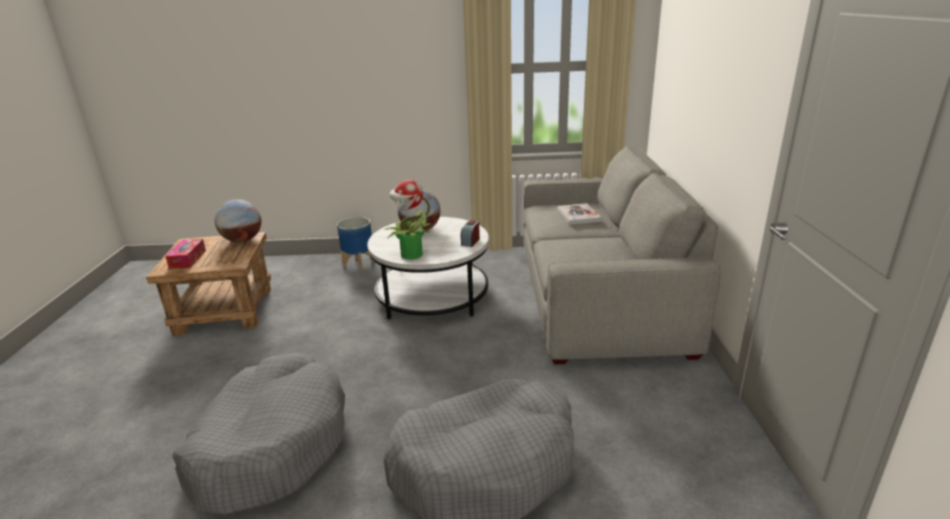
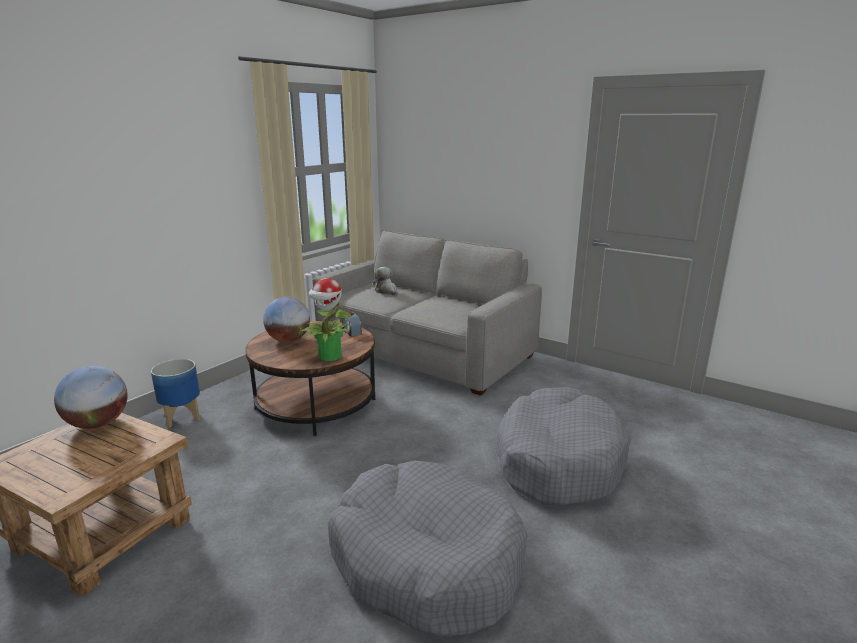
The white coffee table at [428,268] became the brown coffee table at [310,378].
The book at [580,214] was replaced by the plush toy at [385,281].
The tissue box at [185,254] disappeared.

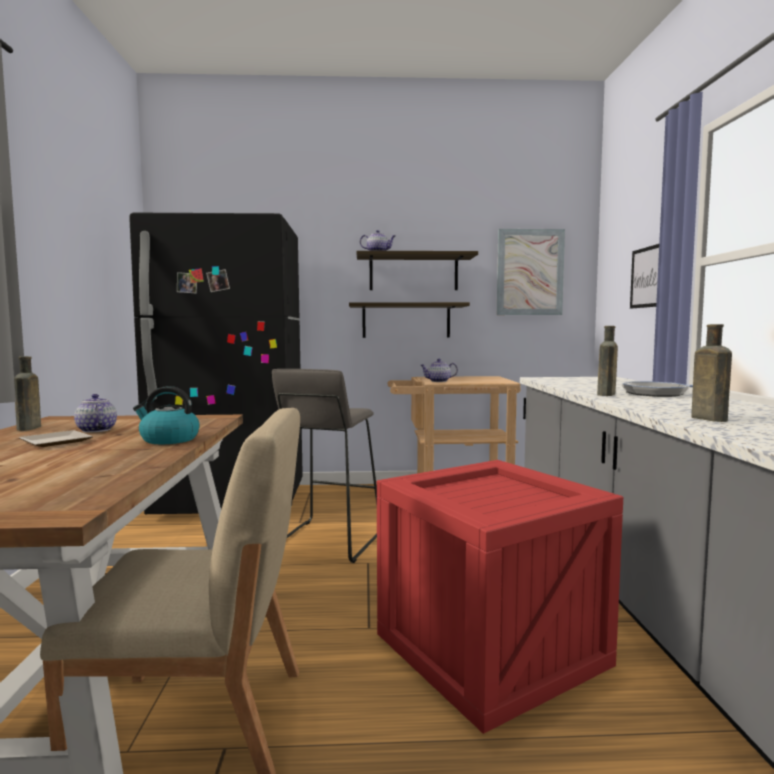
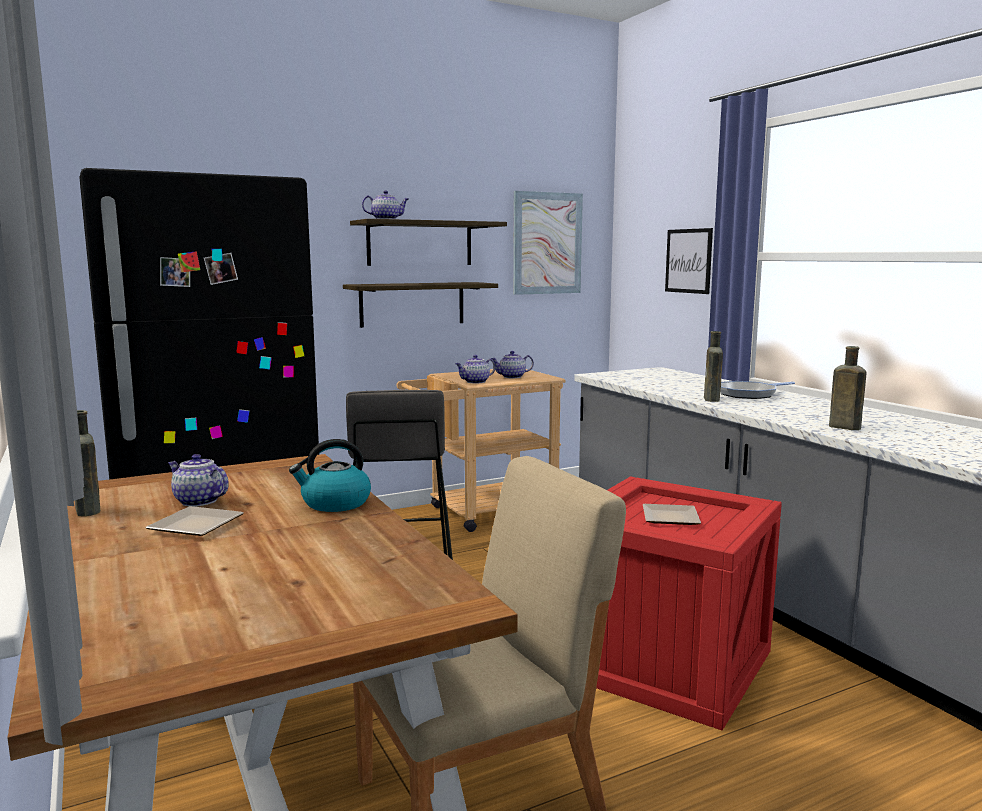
The teapot at [512,364] appeared.
The plate at [672,514] appeared.

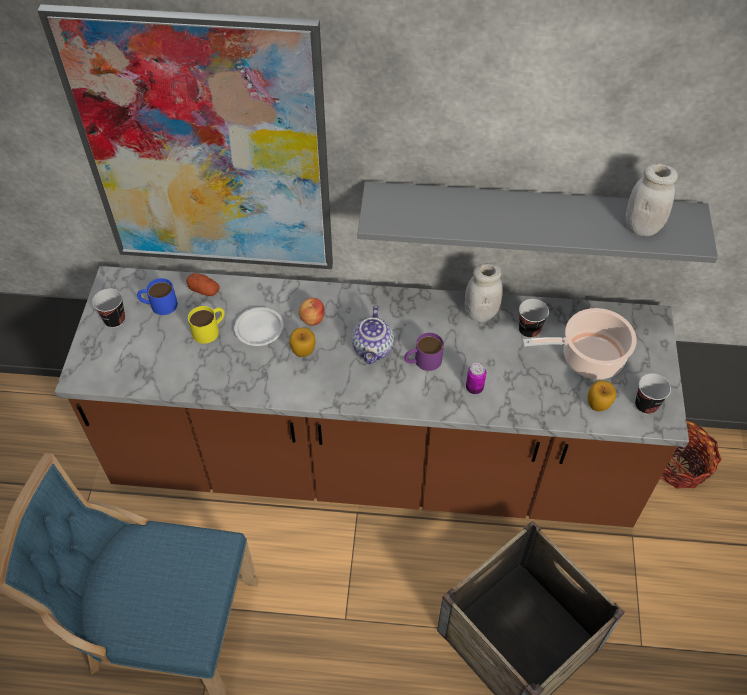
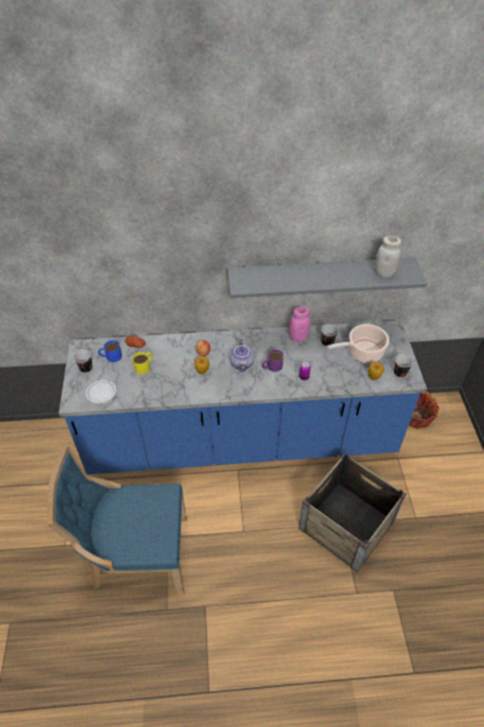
The brown counter at [372,396] became the blue counter at [243,397].
The white plate moved from [259,326] to [101,391].
The white jar at [484,292] became the pink jar at [299,324].
The picture at [185,136] disappeared.

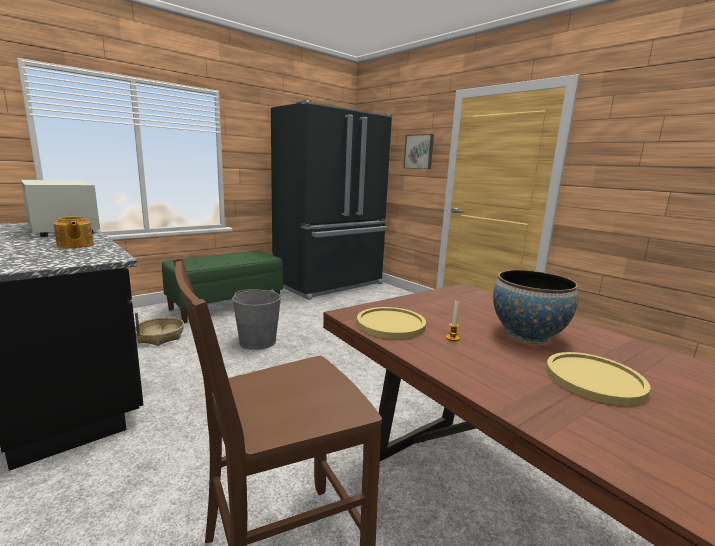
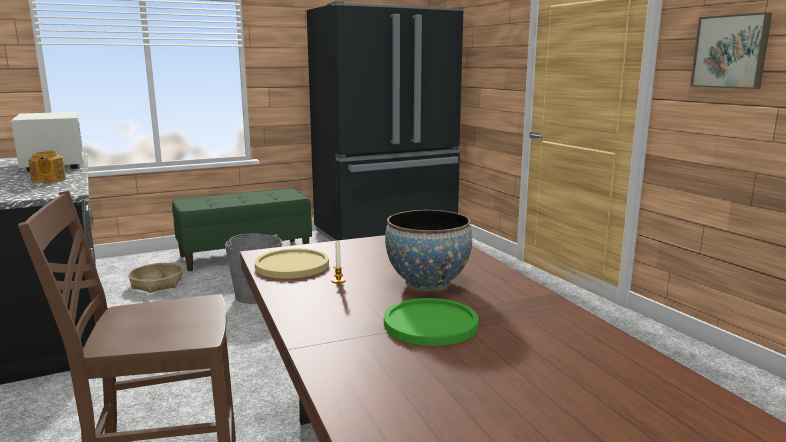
The yellow plate at [598,378] became the green plate at [431,322].
The picture moved from [418,151] to [731,50].

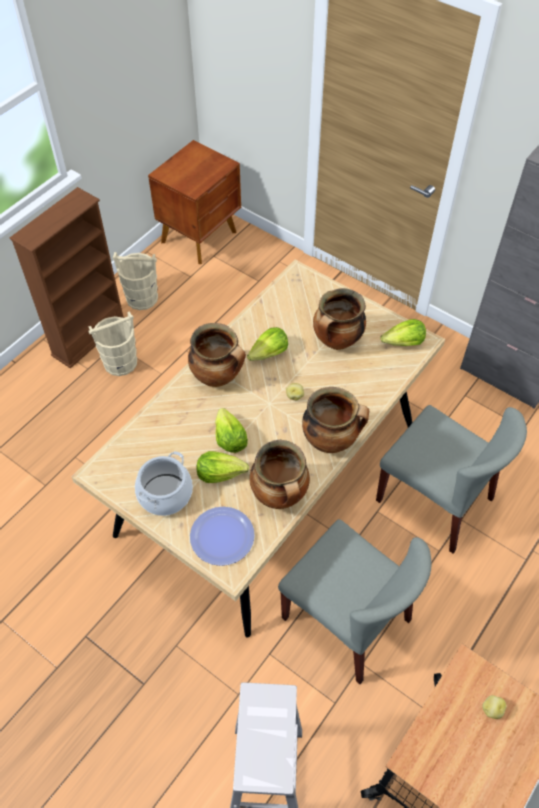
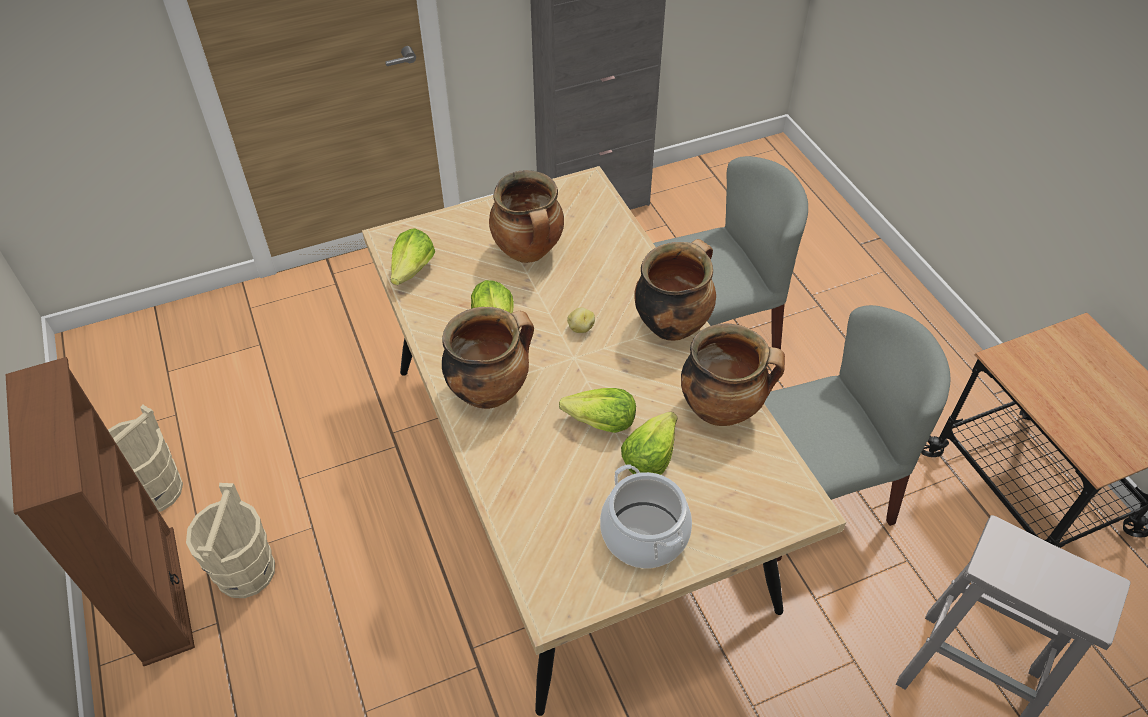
The lettuce moved from [403,332] to [413,256].
The brown nightstand at [194,202] disappeared.
The plate at [222,536] disappeared.
The potato at [494,707] disappeared.

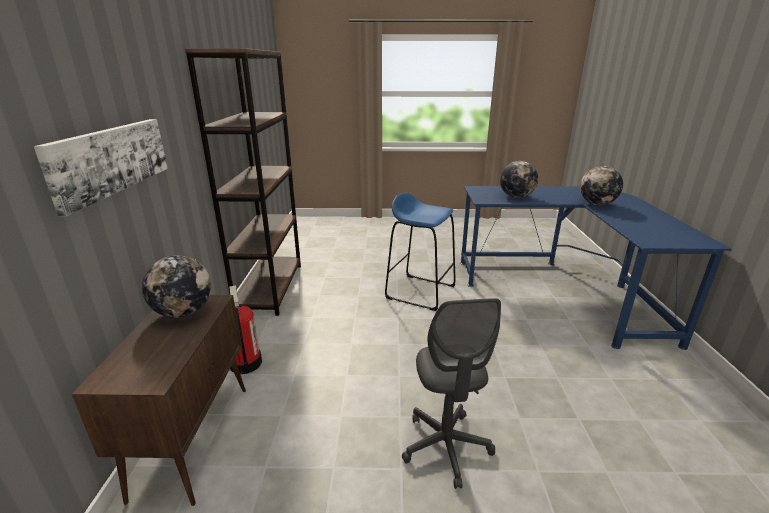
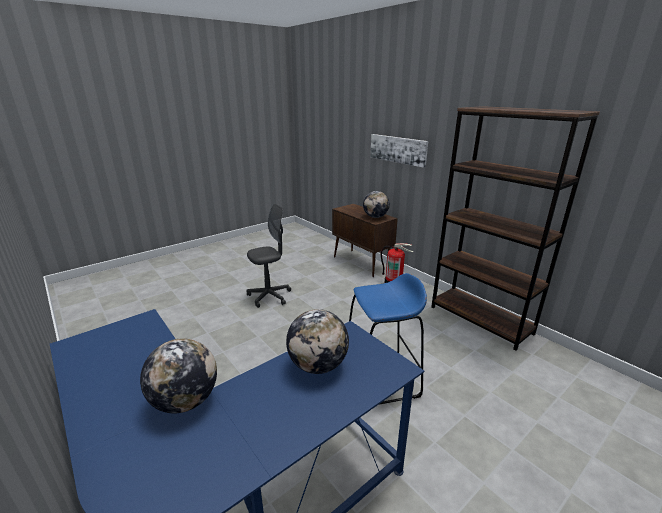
The grey office chair at [451,393] turned 105 degrees clockwise.

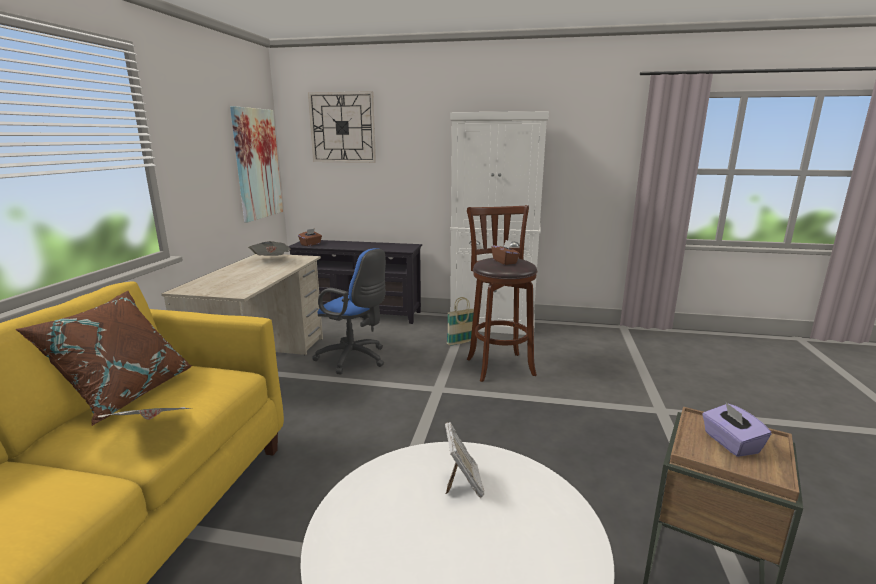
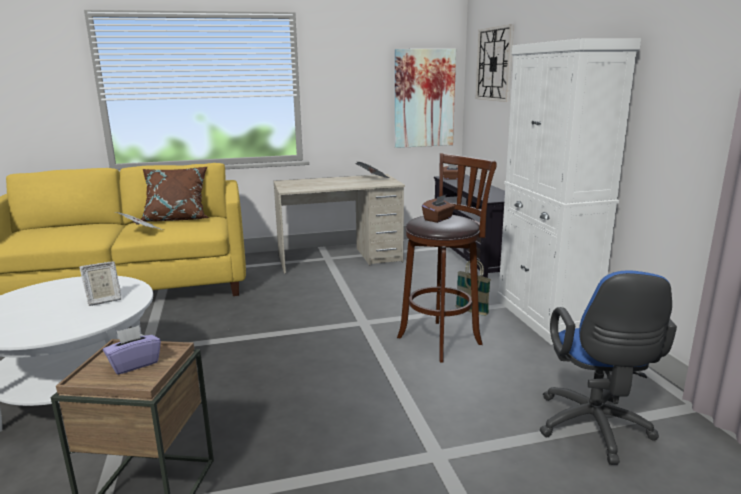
The blue office chair moved from [349,311] to [608,367].

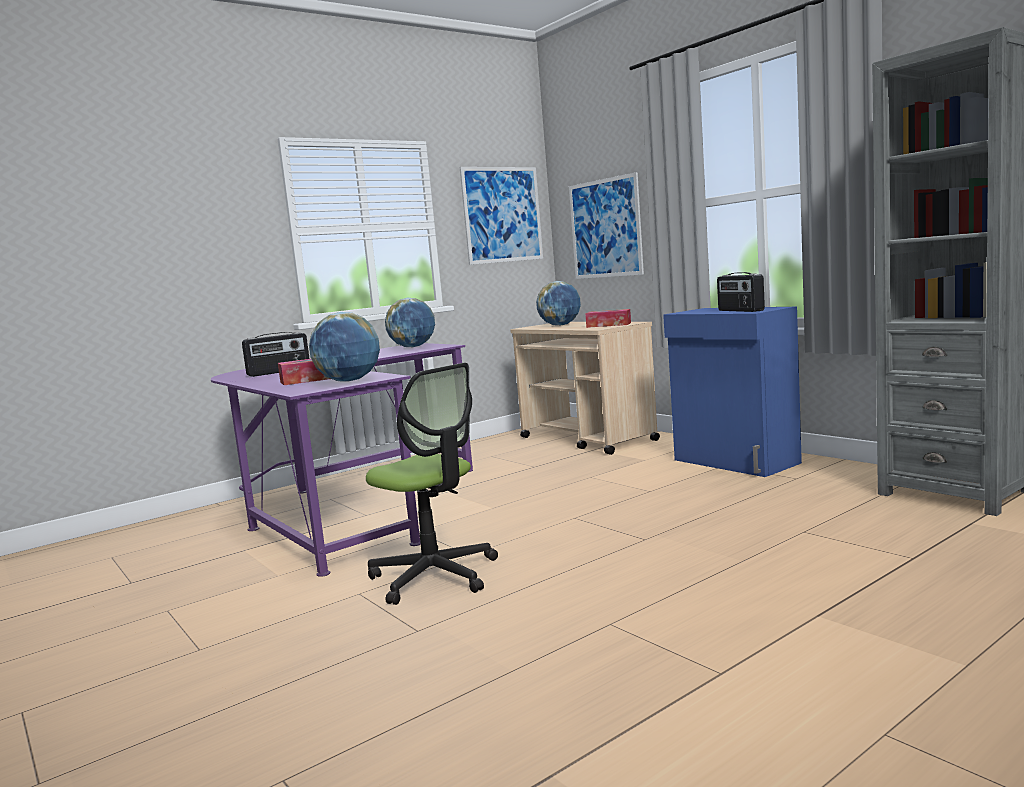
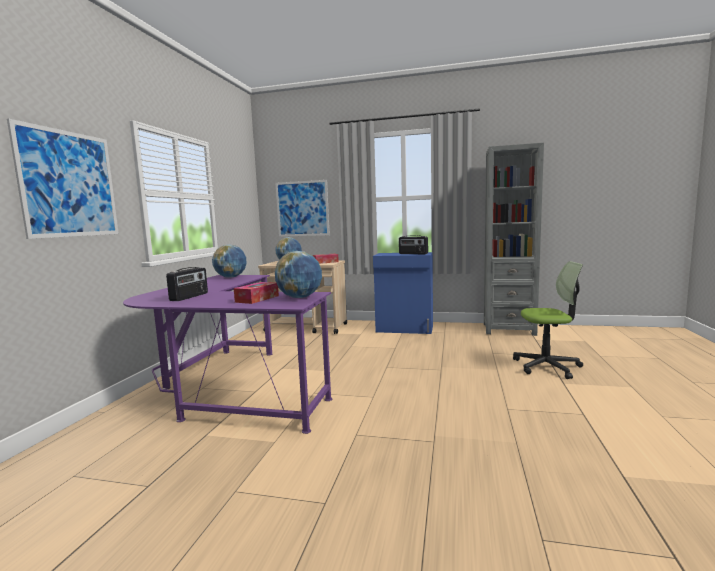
The picture moved from [501,216] to [63,179].
The office chair moved from [432,484] to [548,320].

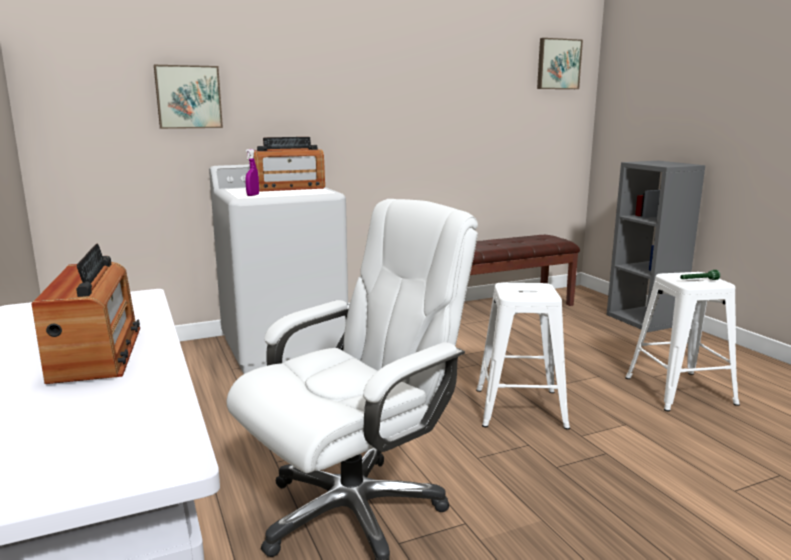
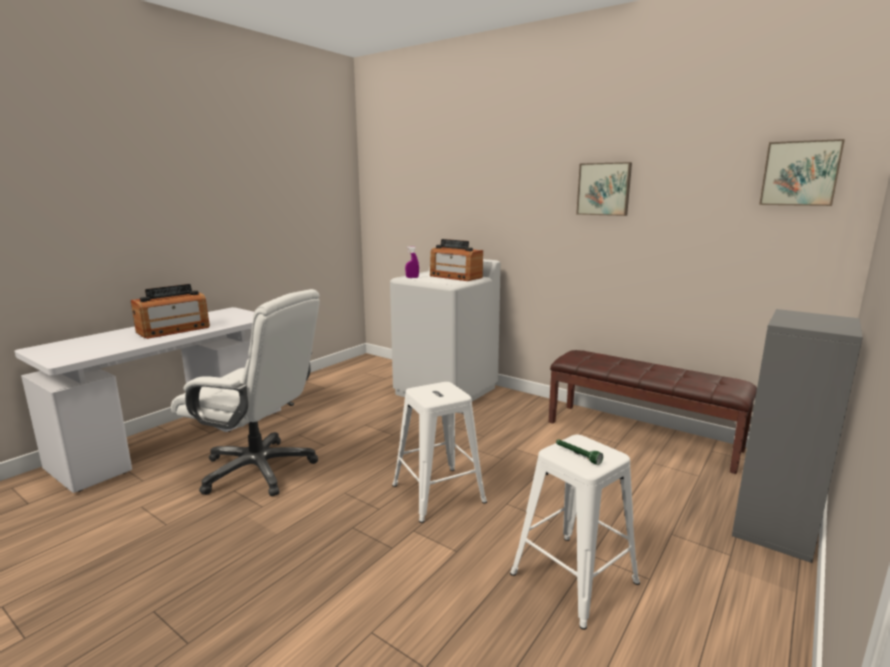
The picture moved from [188,97] to [604,189].

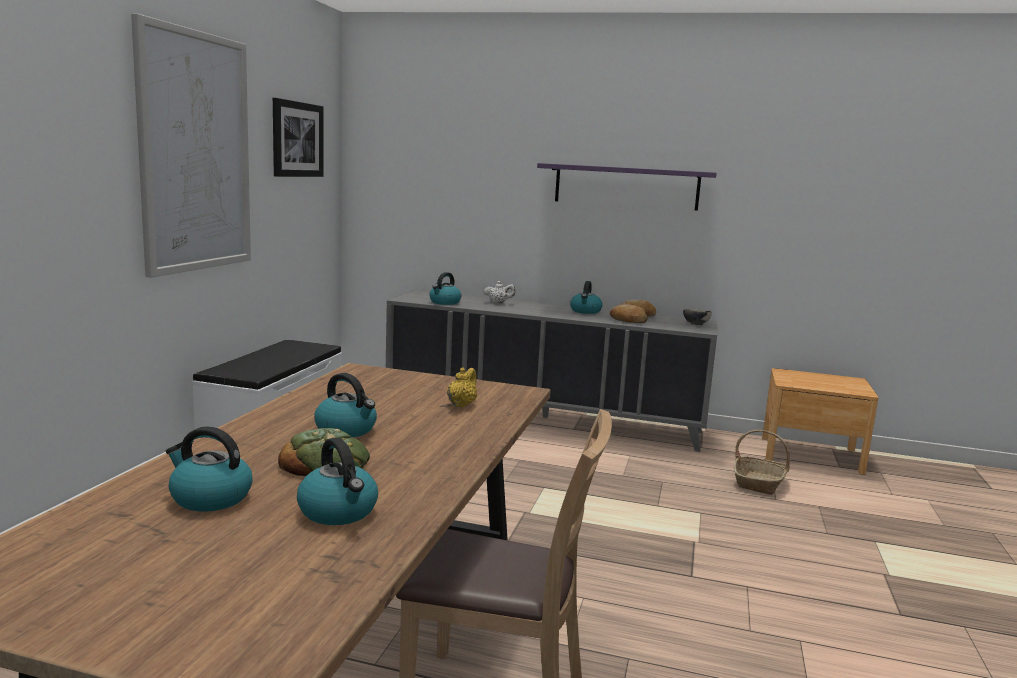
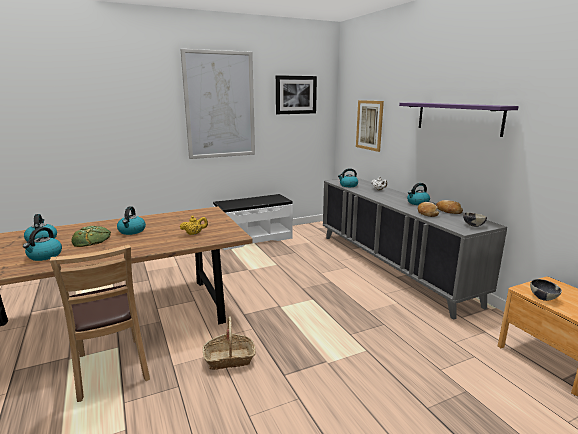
The basket moved from [762,462] to [229,343].
The picture at [370,126] appeared.
The bowl at [546,290] appeared.

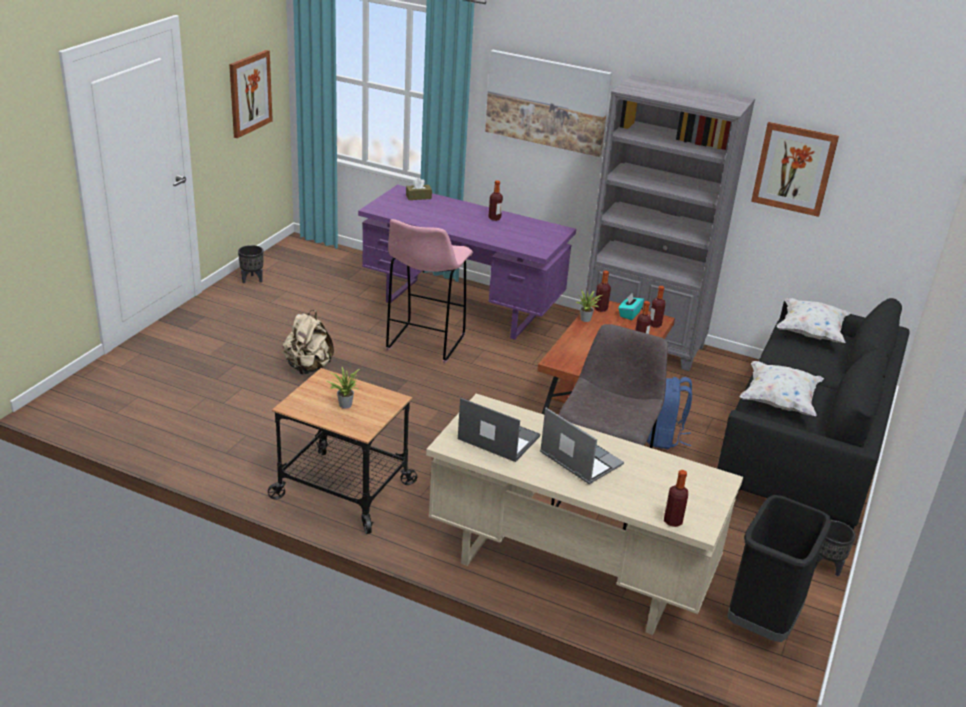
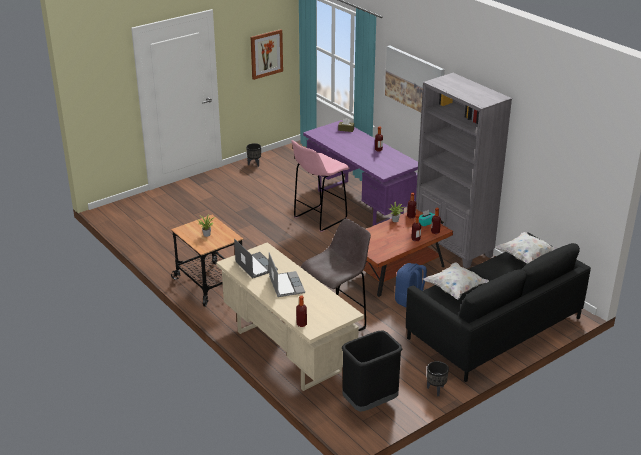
The beige backpack at [308,342] disappeared.
The picture at [795,169] disappeared.

